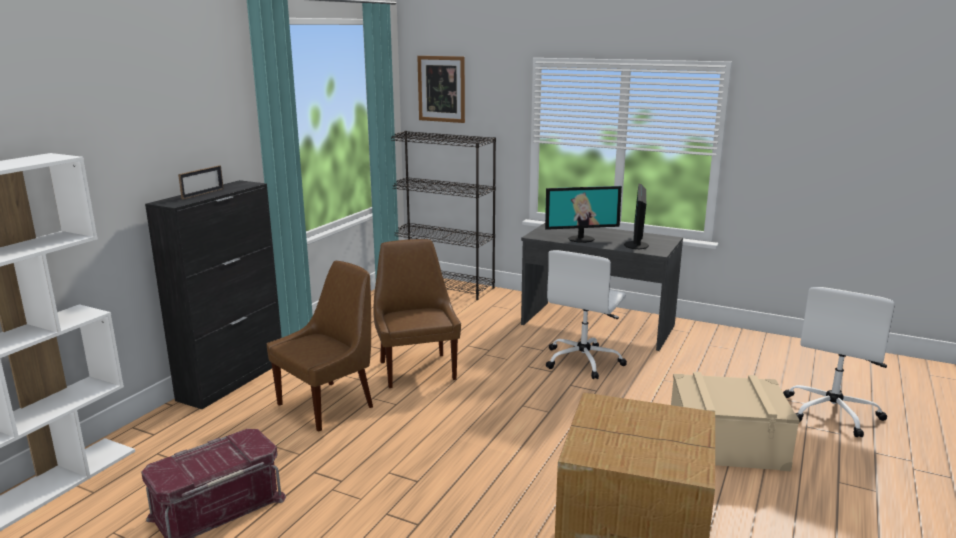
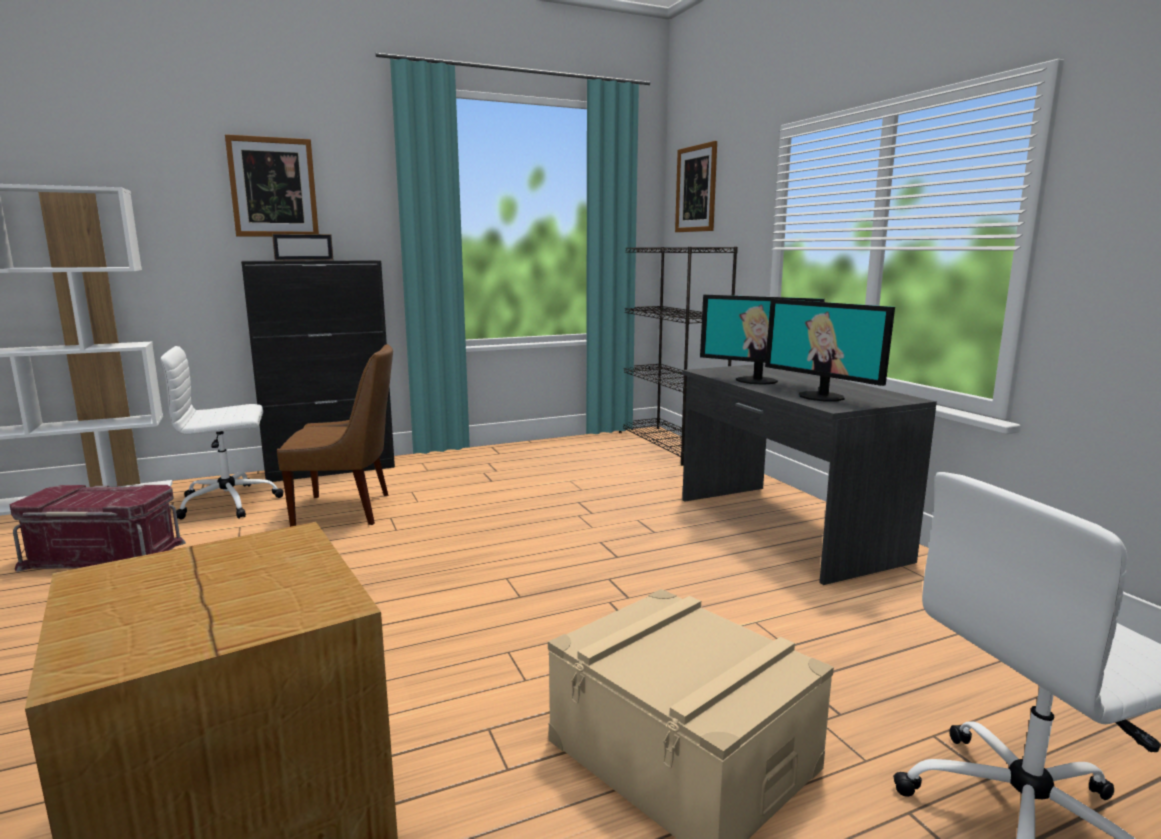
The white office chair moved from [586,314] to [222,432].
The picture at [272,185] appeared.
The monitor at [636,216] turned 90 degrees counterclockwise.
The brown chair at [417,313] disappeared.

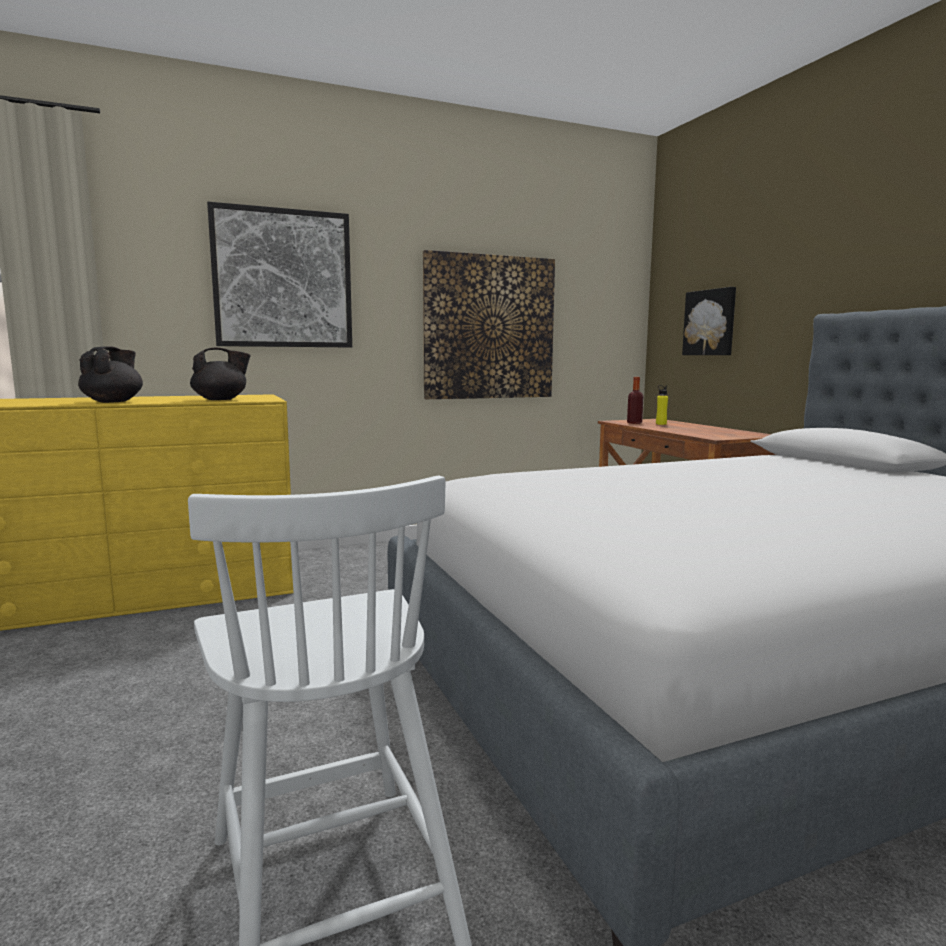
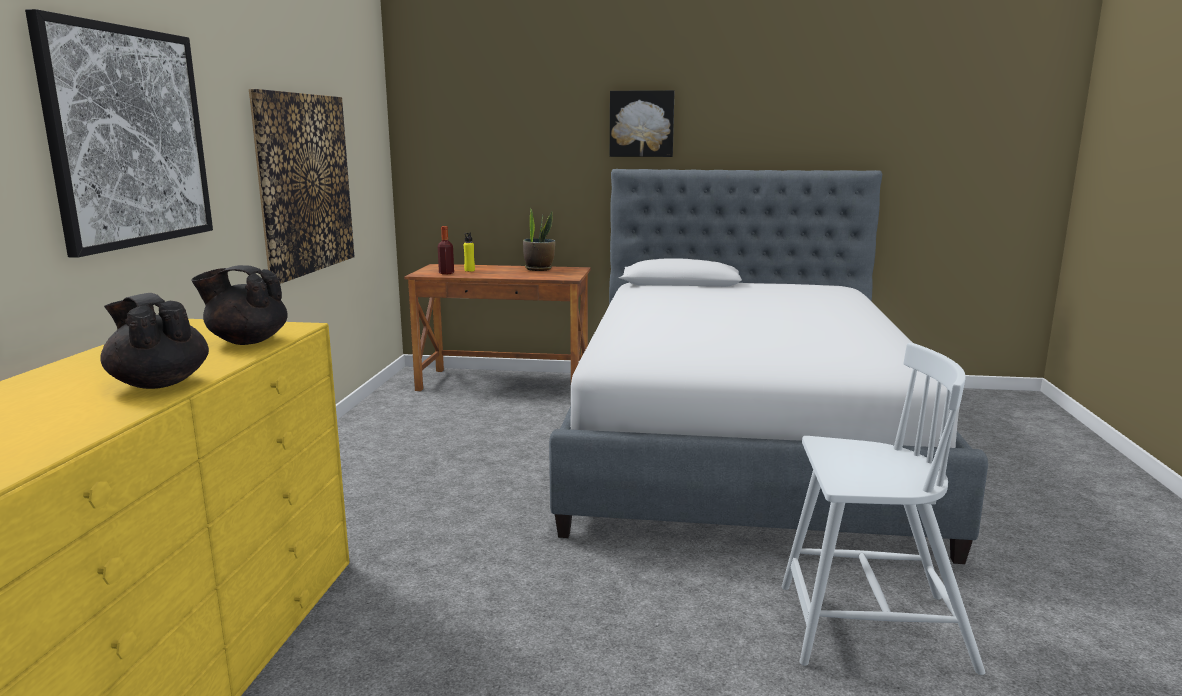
The black teapot at [220,374] turned 90 degrees counterclockwise.
The potted plant at [539,239] appeared.
The picture moved from [709,321] to [642,123].

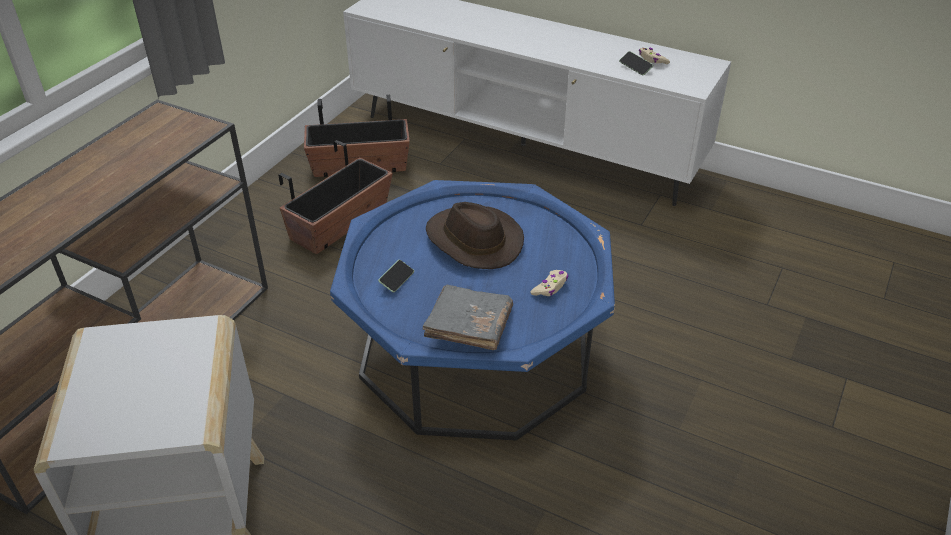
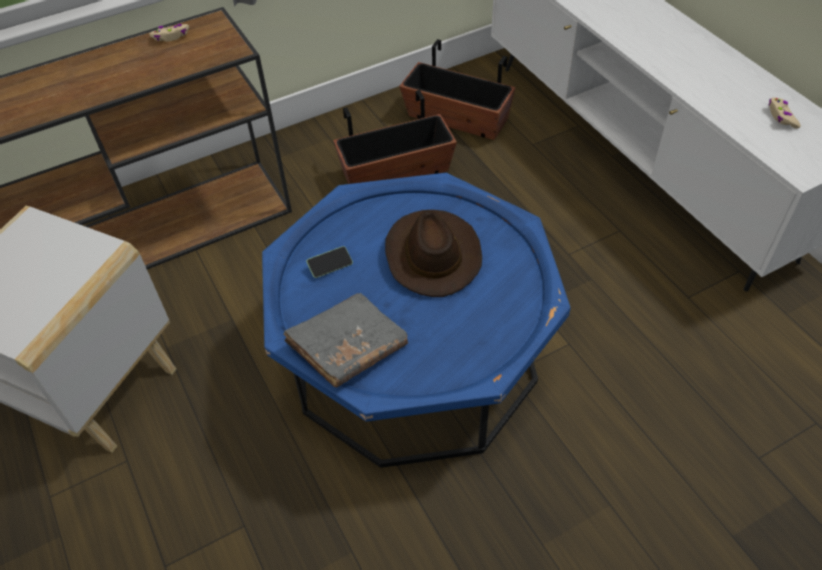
The beige game controller moved from [549,283] to [169,33].
The phone at [636,63] disappeared.

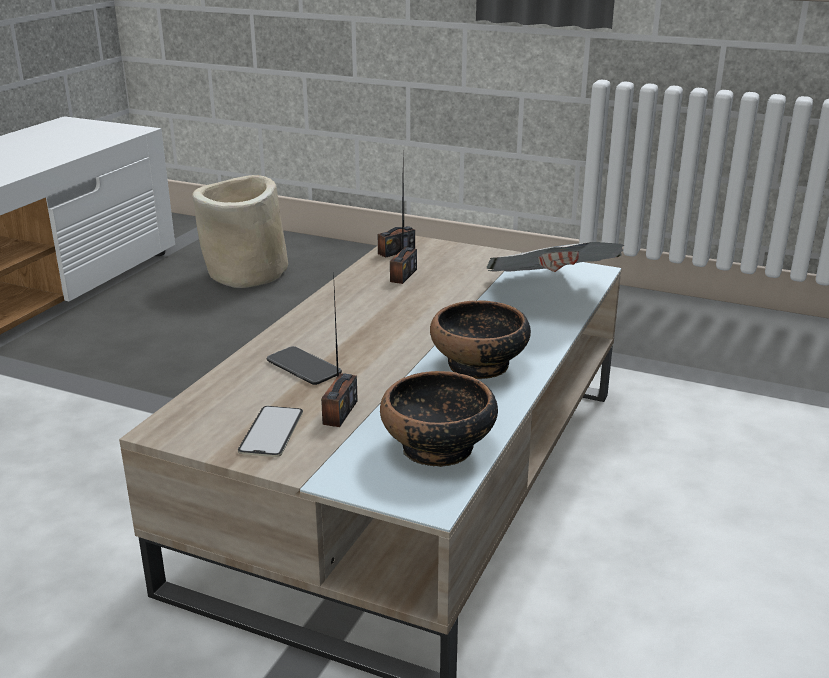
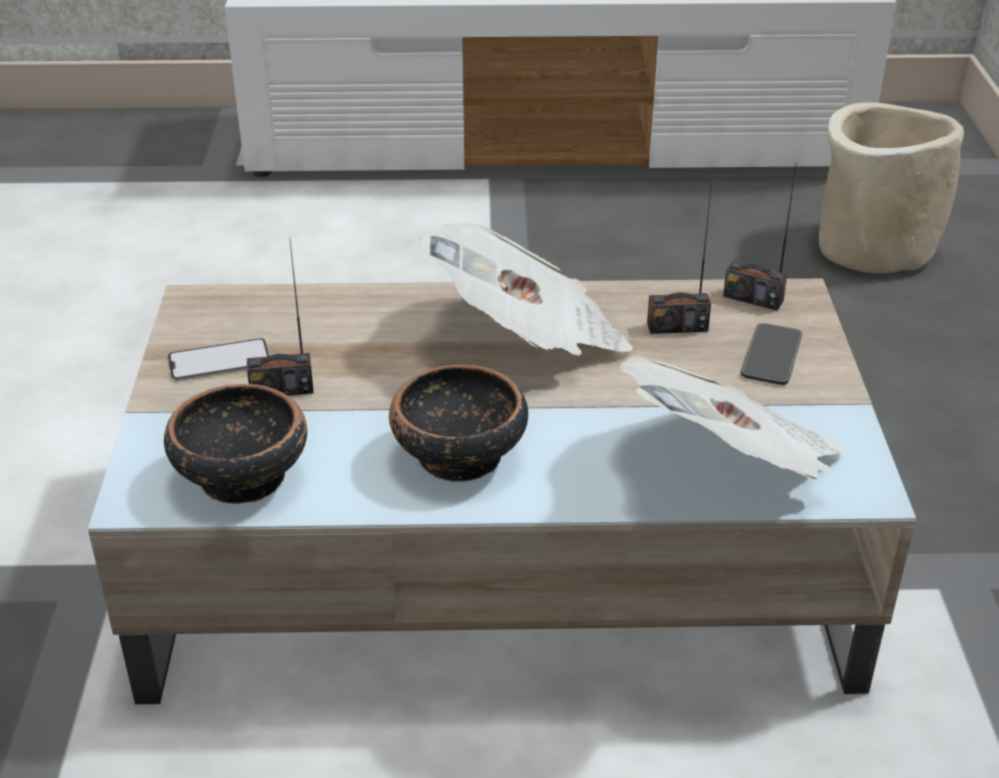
The newspaper at [526,289] appeared.
The phone moved from [304,365] to [771,354].

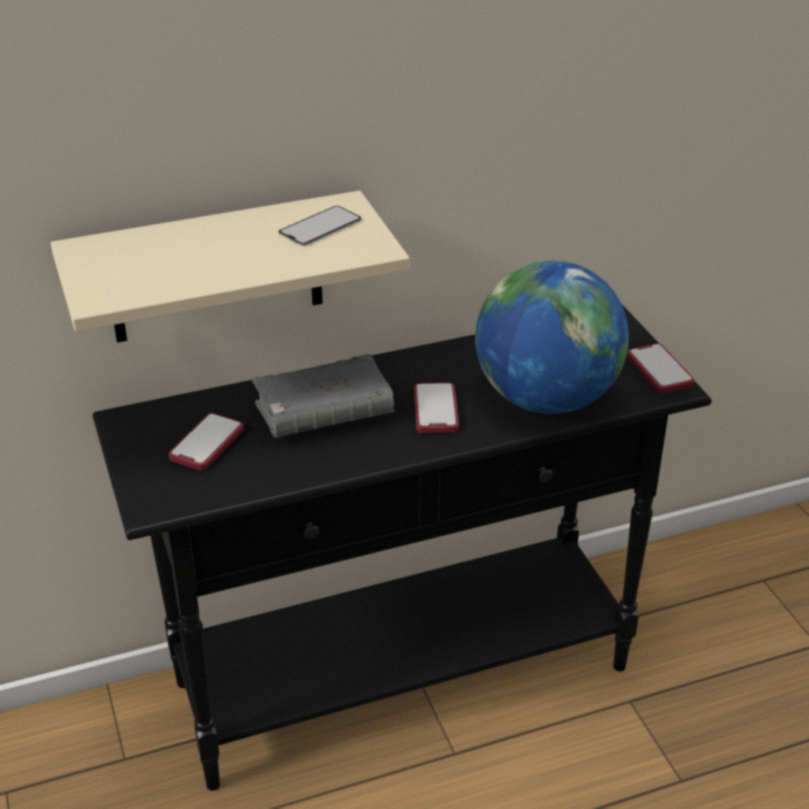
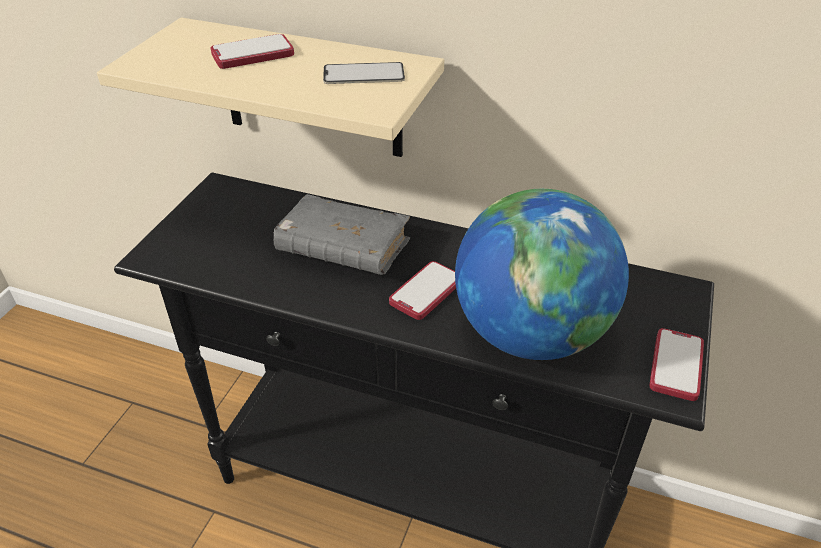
The phone moved from [206,442] to [252,51].

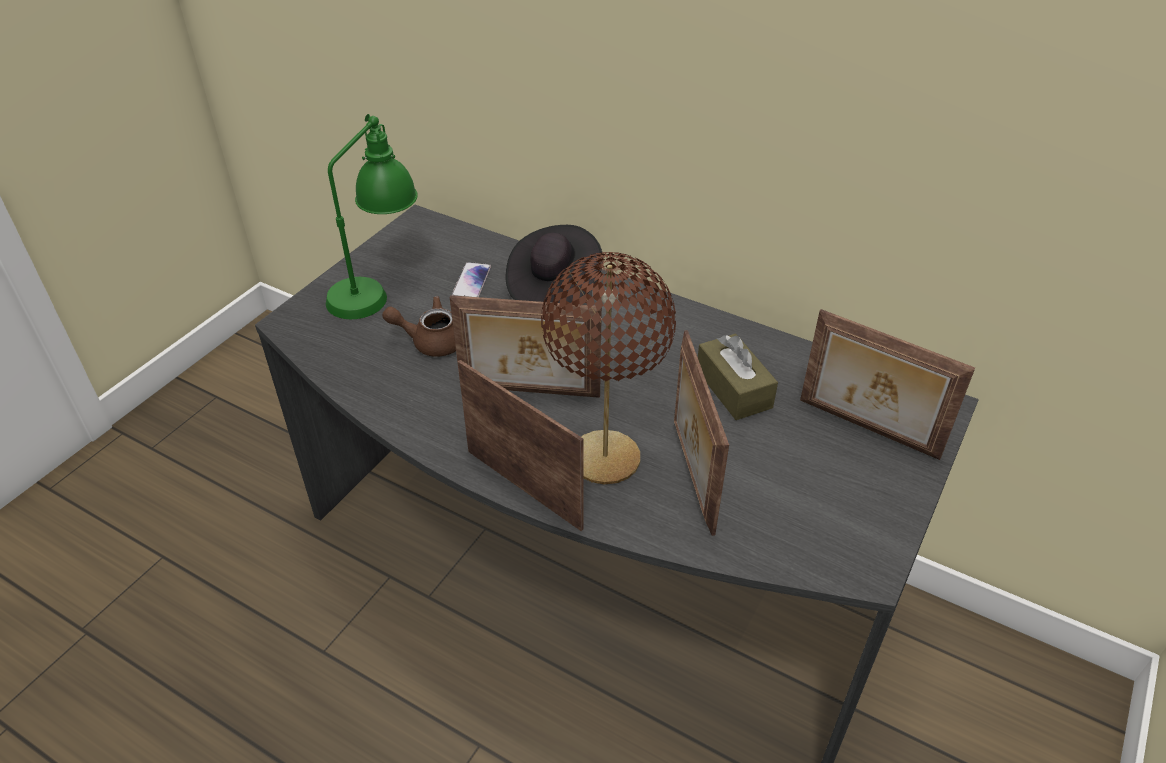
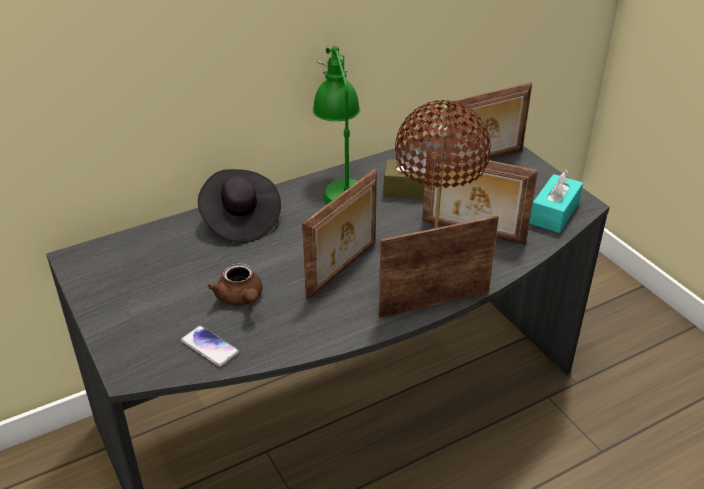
The phone moved from [471,279] to [210,346].
The brown teapot at [419,326] turned 60 degrees counterclockwise.
The green table lamp moved from [372,216] to [336,125].
The turquoise tissue box at [556,201] appeared.

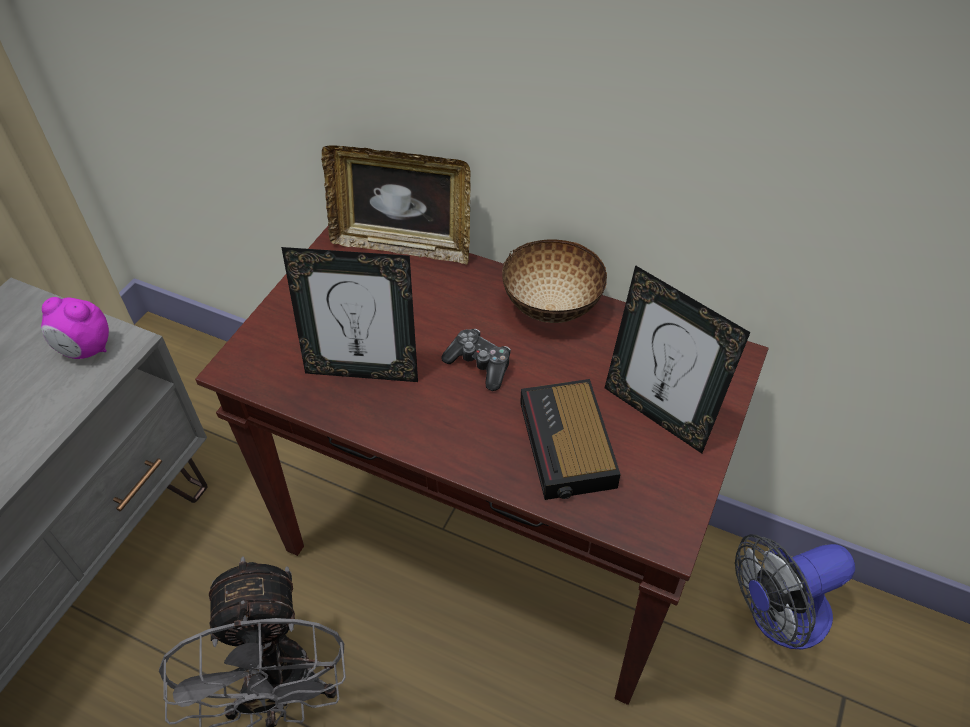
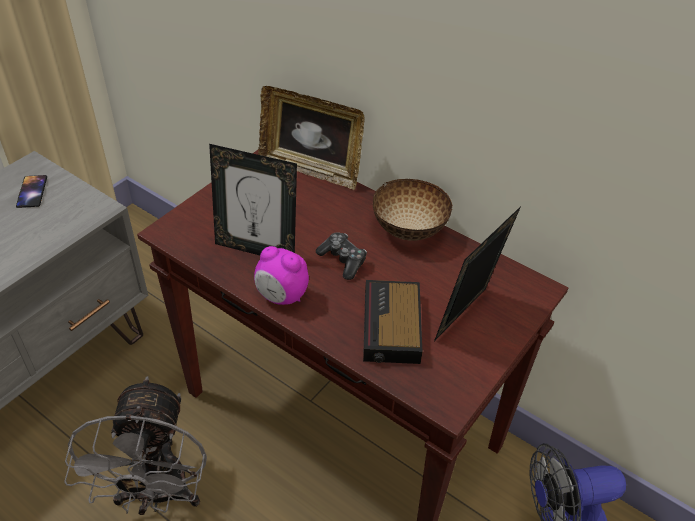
The phone at [31,191] appeared.
The alarm clock moved from [75,328] to [281,275].
The picture frame at [677,359] turned 75 degrees clockwise.

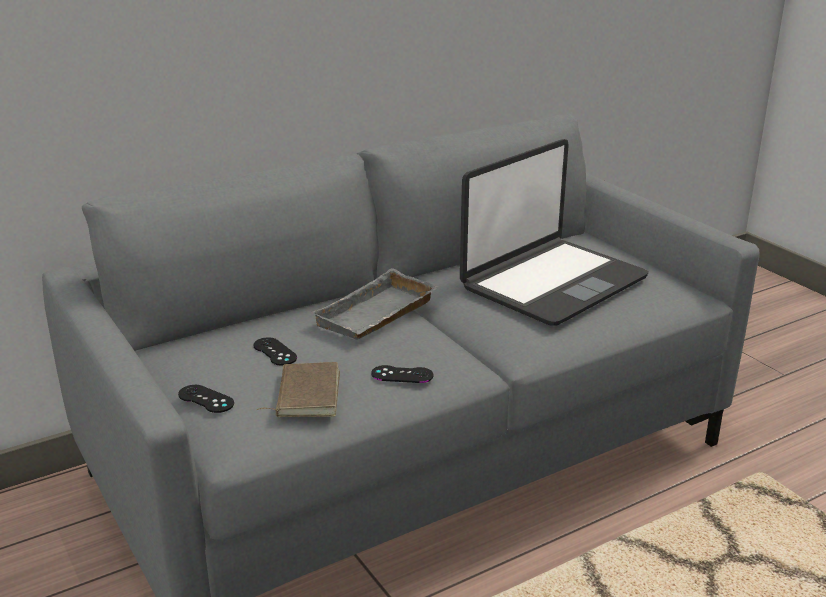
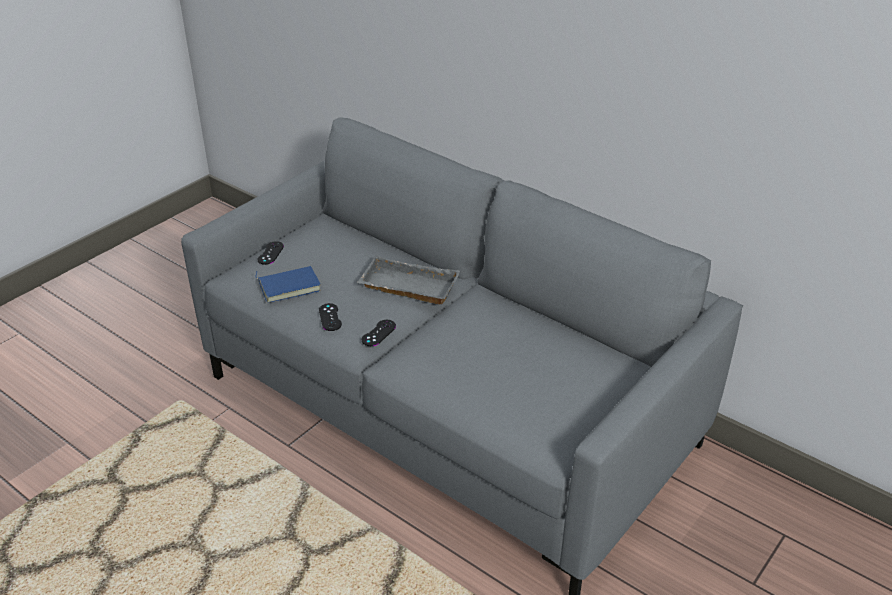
The brown book at [298,389] became the blue book at [288,284].
The black game controller moved from [275,351] to [379,333].
The laptop at [554,232] disappeared.

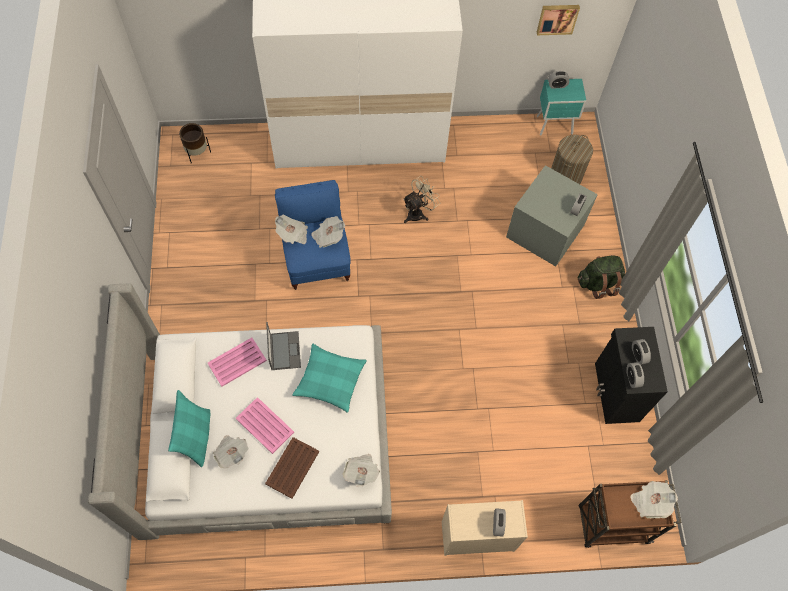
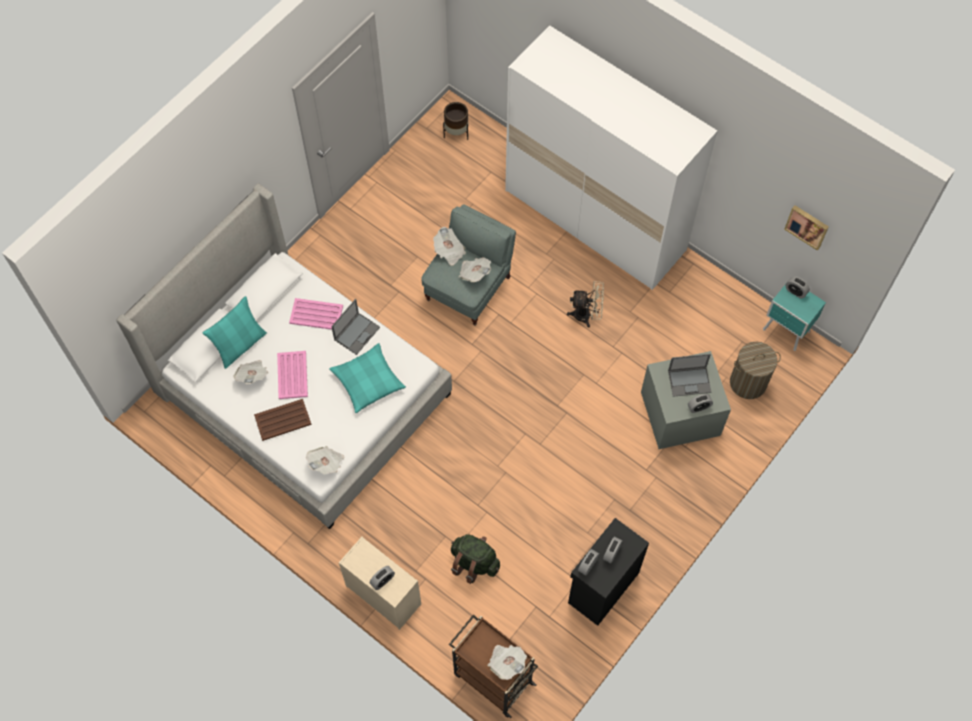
The blue armchair at [313,235] became the grey armchair at [468,265].
The green backpack moved from [601,277] to [475,559].
The laptop at [689,375] appeared.

